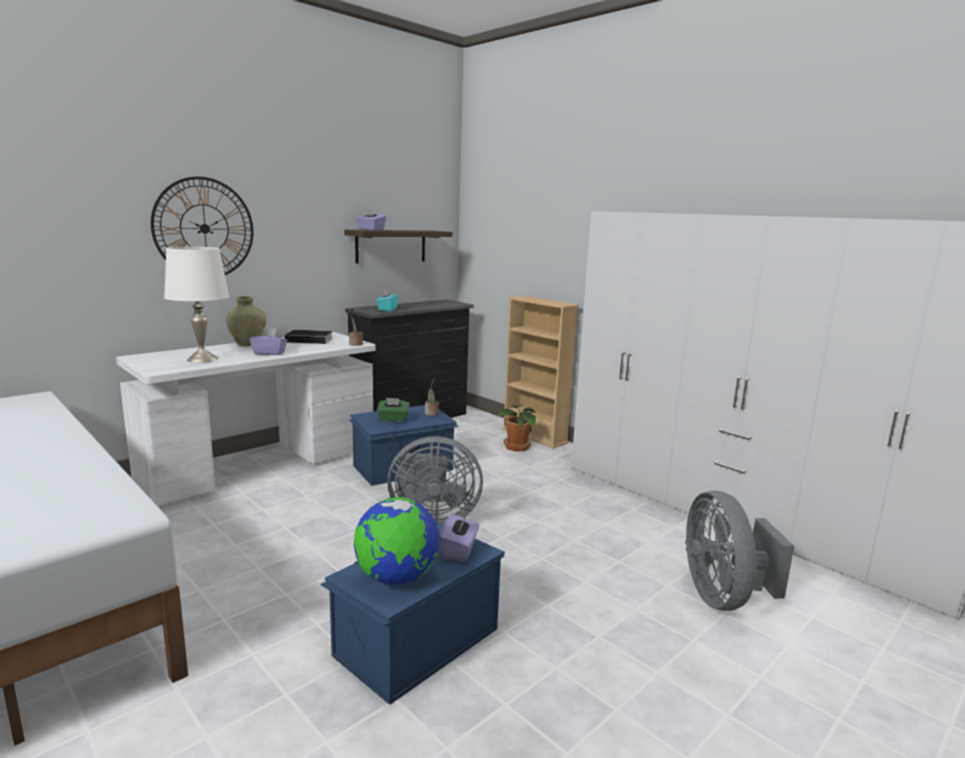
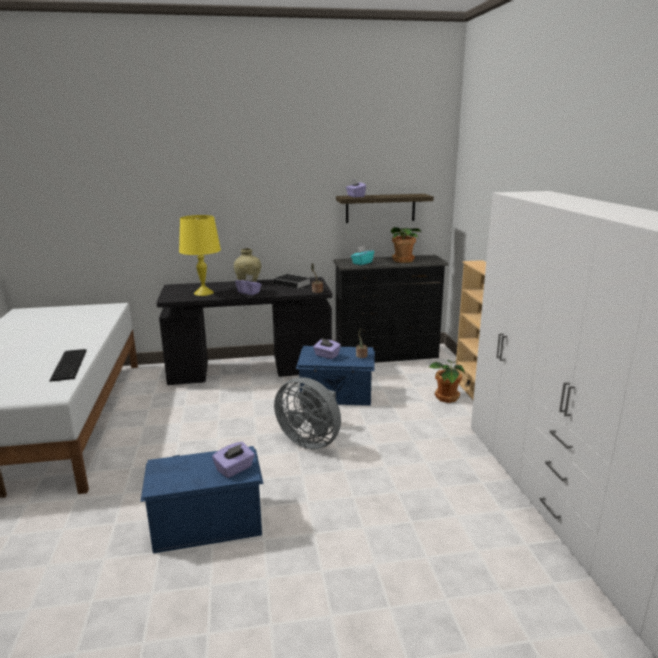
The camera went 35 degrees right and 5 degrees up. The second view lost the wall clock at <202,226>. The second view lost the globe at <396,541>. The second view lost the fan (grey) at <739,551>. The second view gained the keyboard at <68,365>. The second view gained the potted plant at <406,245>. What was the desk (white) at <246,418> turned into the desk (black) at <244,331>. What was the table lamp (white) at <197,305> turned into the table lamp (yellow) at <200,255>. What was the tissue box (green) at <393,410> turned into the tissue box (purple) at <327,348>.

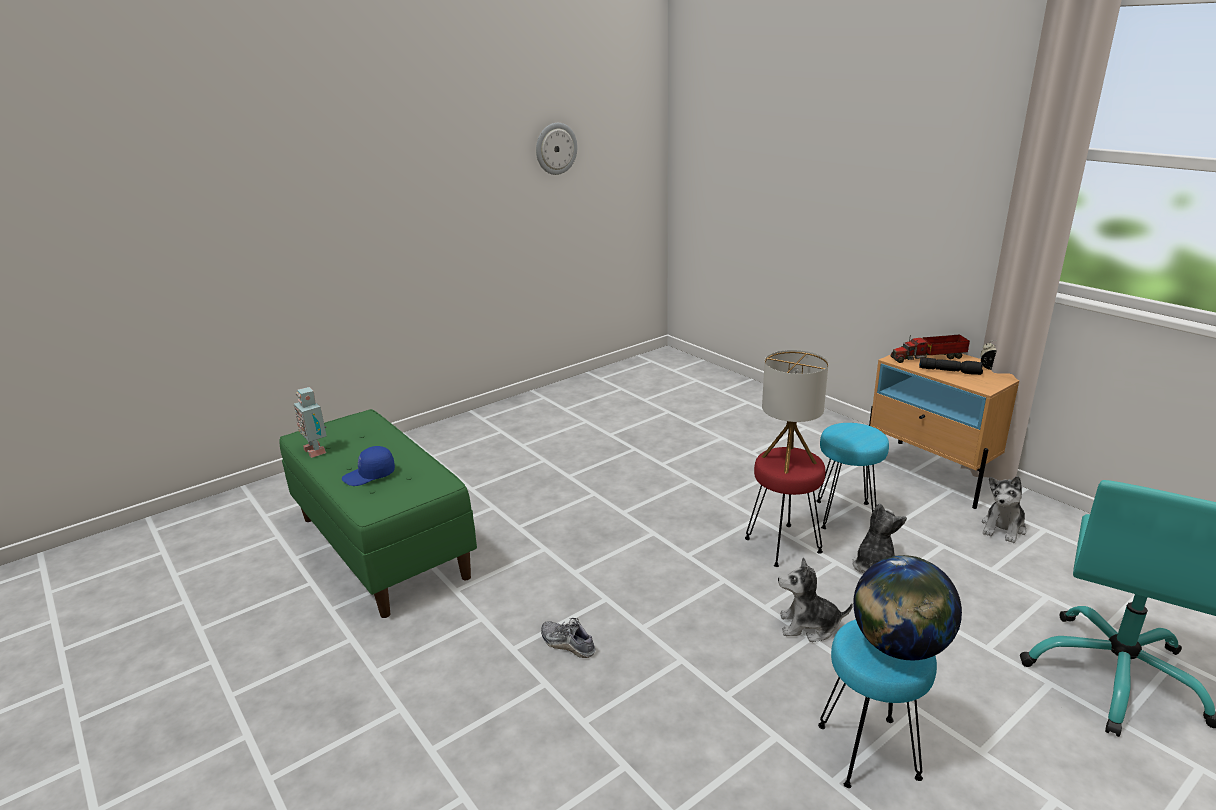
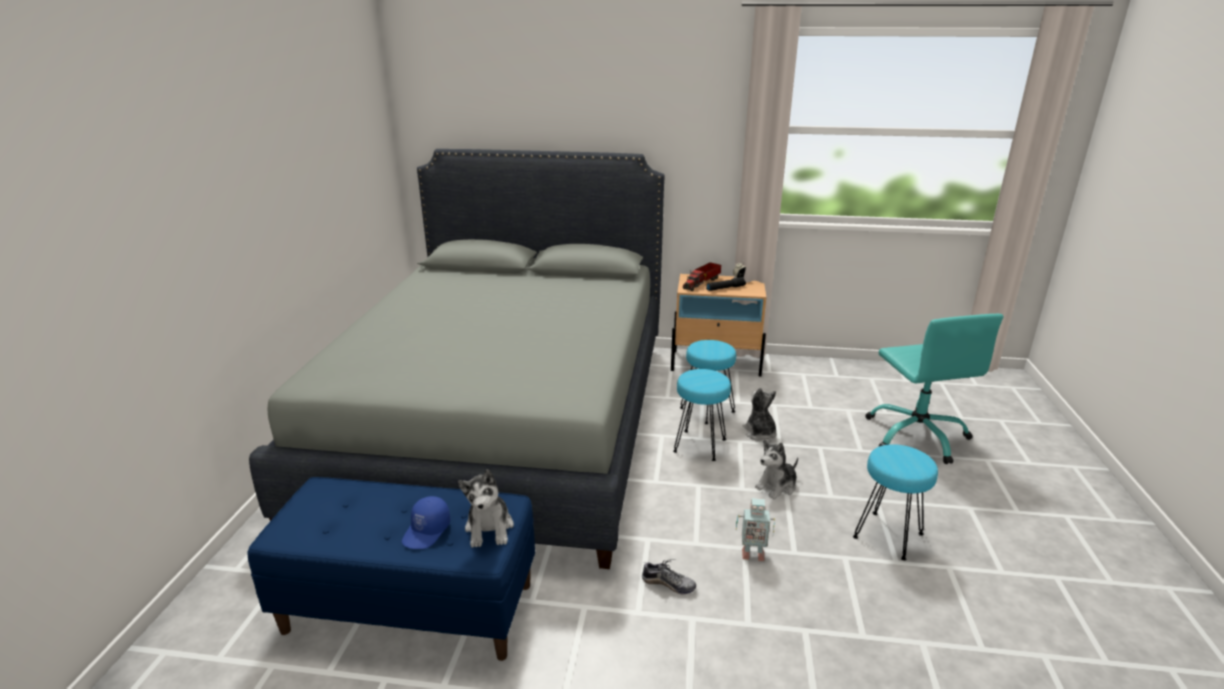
The camera went 45 degrees left and 0 degrees up. The second view lost the wall clock at <556,149>. The second view lost the table lamp at <795,412>. The second view lost the globe at <907,607>. The second view gained the bed (grey) at <456,359>. The toy robot ended up elsewhere, having gone from <310,422> to <755,529>. The plush toy ended up elsewhere, having gone from <1004,509> to <486,508>. What was the bench (green) at <378,513> turned into the bench (blue) at <391,569>. What was the stool (red) at <785,507> turned into the stool (turquoise) at <702,415>. The shoe at <568,638> ended up facing another way, 150 degrees counterclockwise from before.

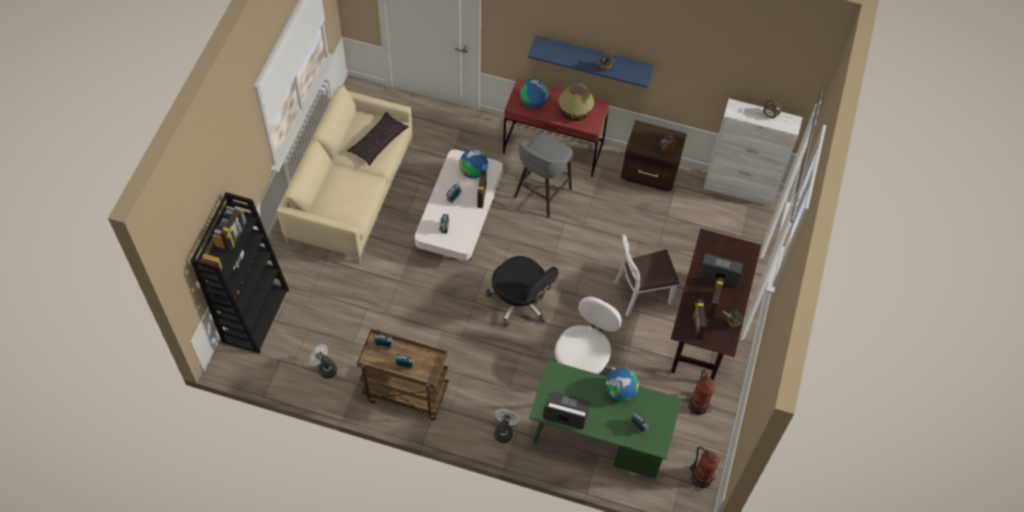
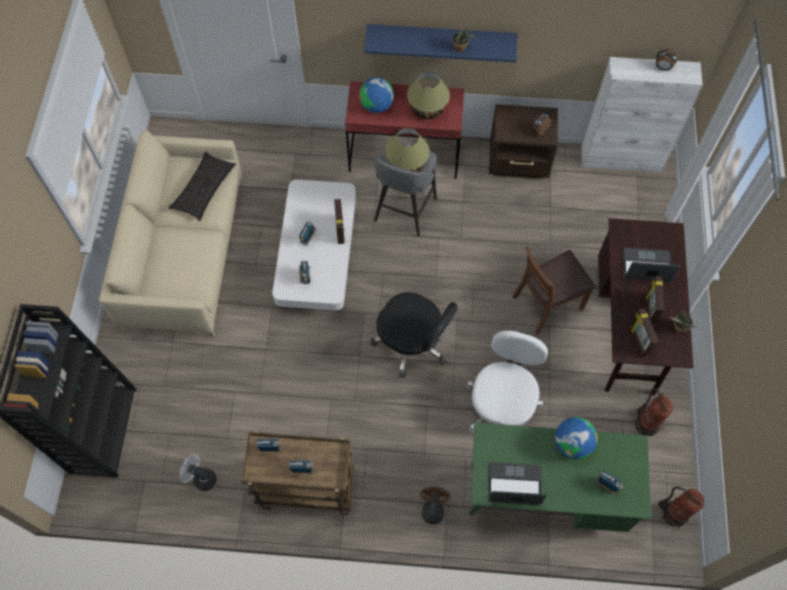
The camera went 10 degrees left and 5 degrees up. The second view lost the picture frame at <232,230>. The second view lost the globe at <473,164>. The second view gained the table lamp at <408,150>. What was the fan (white) at <506,426> turned into the fan (brown) at <435,505>. What was the chair (white) at <646,275> turned into the chair (brown) at <554,290>.

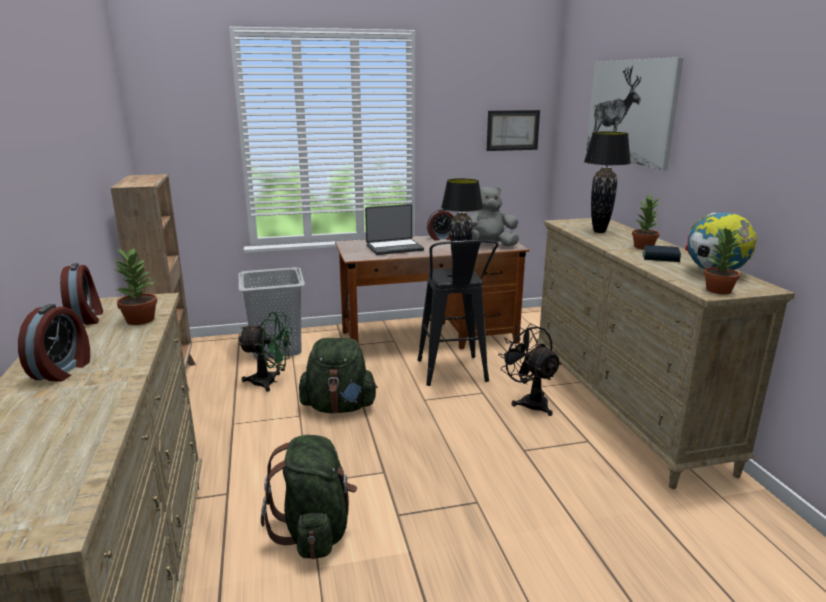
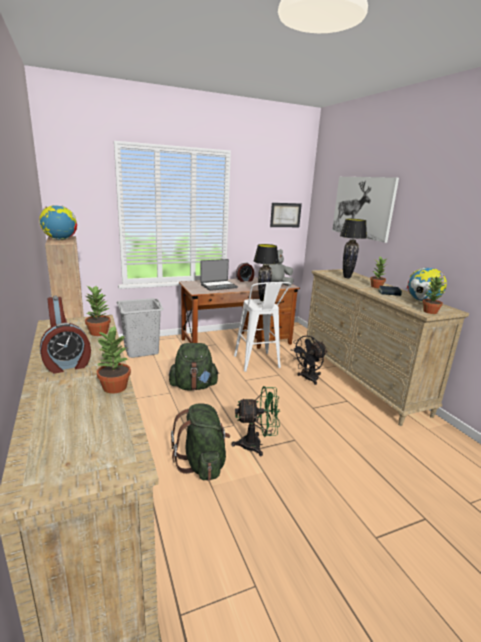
The camera went 10 degrees left and 0 degrees up. The second view gained the globe at <58,222>. The second view gained the potted plant at <114,359>. The fan (green) ended up elsewhere, having gone from <265,352> to <255,421>. What was the stool (black) at <458,313> turned into the stool (white) at <262,327>. The alarm clock at <54,343> ended up facing another way, 60 degrees clockwise from before. The fan (black) at <530,370> ended up facing another way, 90 degrees counterclockwise from before.

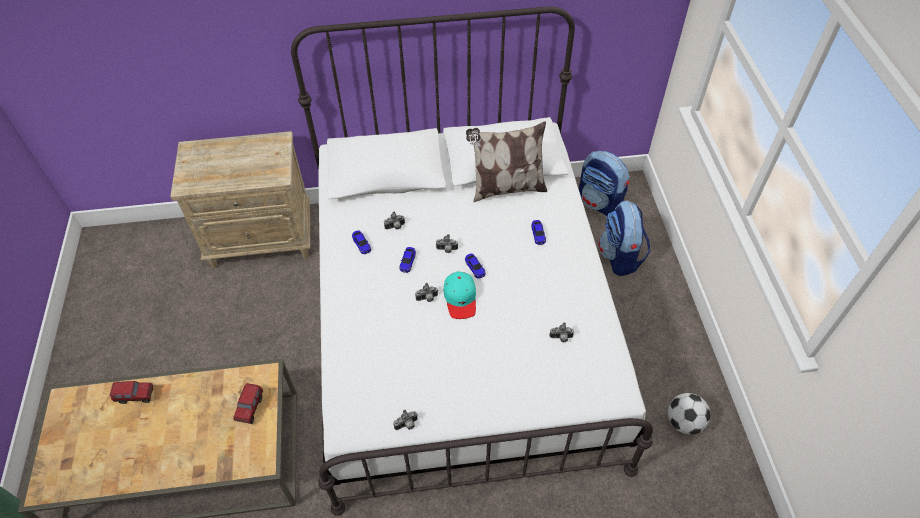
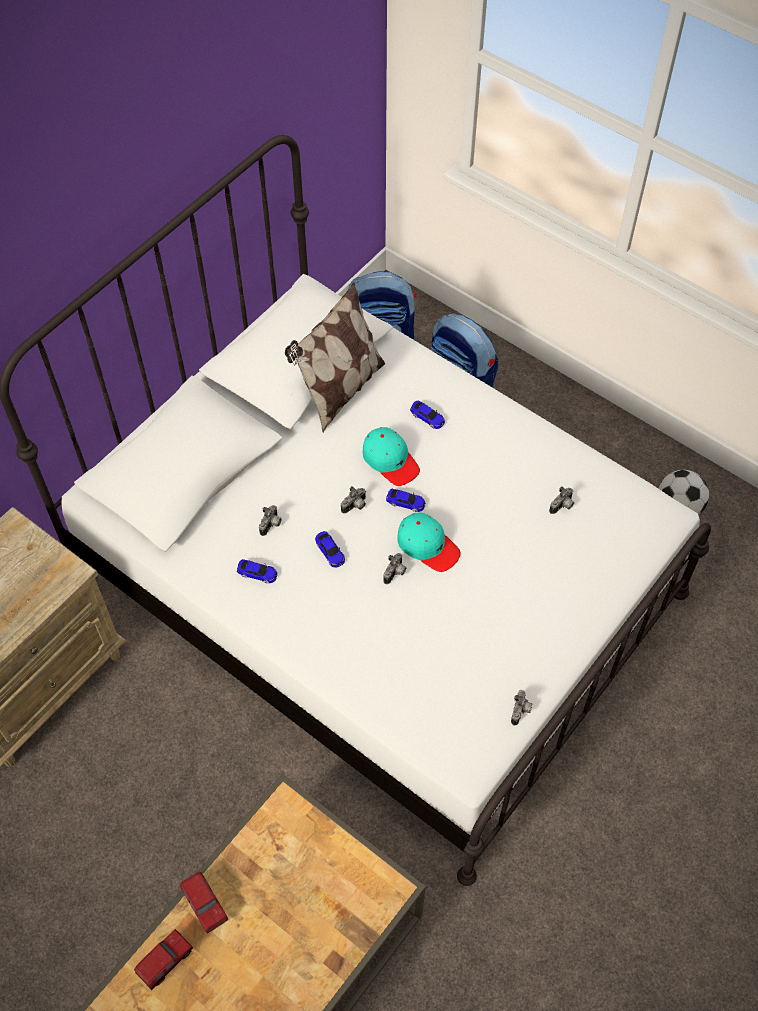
The camera went 45 degrees left and 5 degrees up. The second view gained the cap (turquoise) at <391,456>. The toy truck ended up elsewhere, having gone from <248,403> to <204,903>.

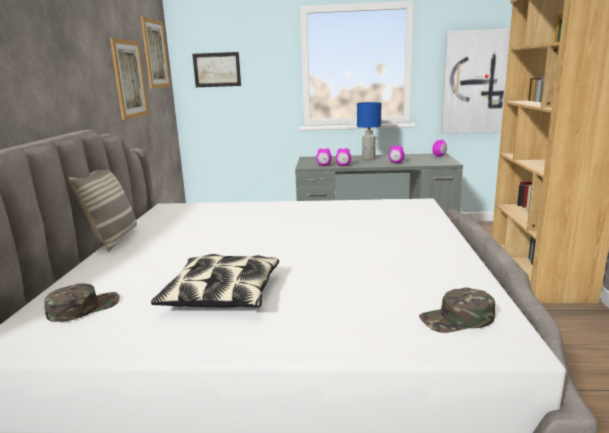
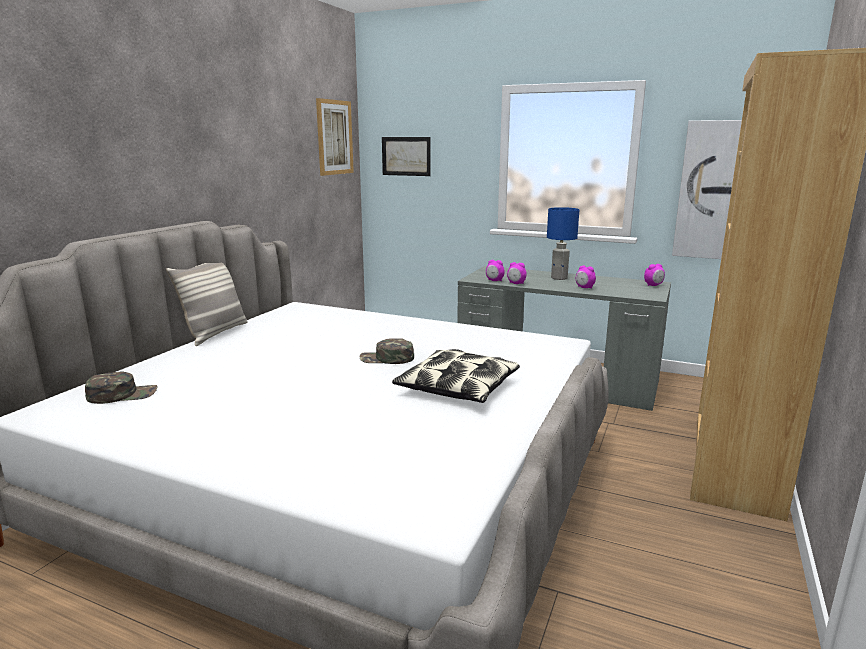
The camera went 20 degrees right and 0 degrees up. The second view lost the picture at <129,79>. The pillow ended up elsewhere, having gone from <215,281> to <456,376>. The cap (green) ended up elsewhere, having gone from <457,310> to <387,351>.

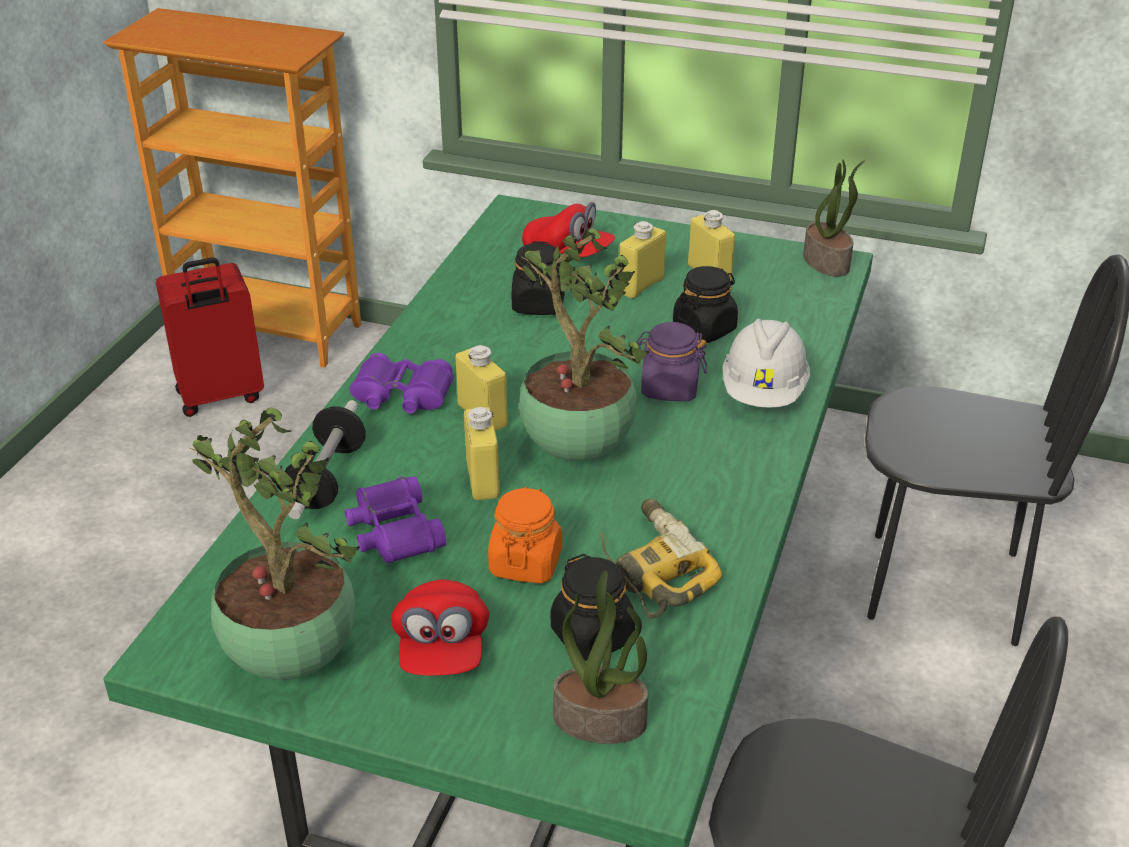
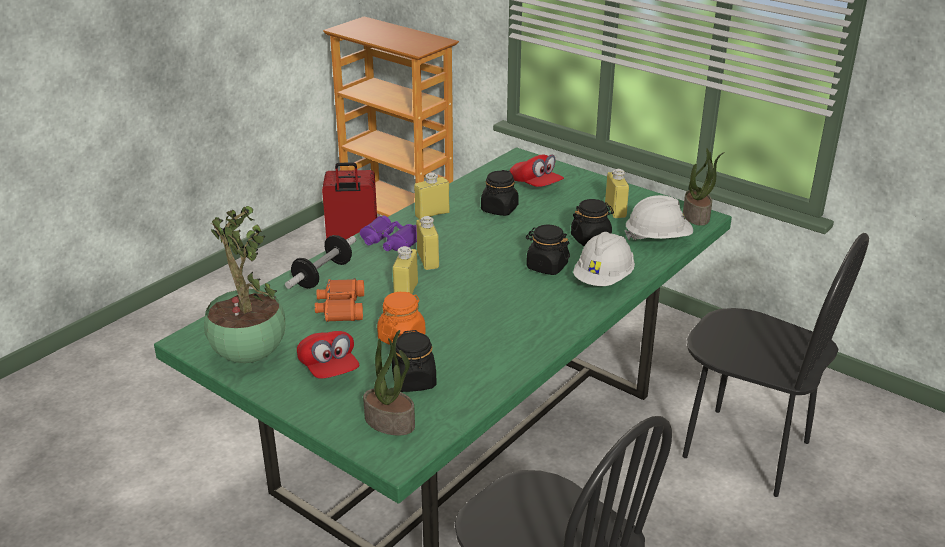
The camera went 20 degrees right and 5 degrees down. The second view lost the potted plant at <584,344>. The second view lost the power drill at <661,558>. The second view gained the hard hat (white) at <658,217>. The bottle (yellow) ended up elsewhere, having gone from <642,260> to <432,195>. What was the binoculars (purple) at <395,520> turned into the binoculars (orange) at <339,300>. What was the jar (purple) at <671,361> turned into the jar (black) at <548,249>. The cap (red) at <440,627> ended up facing another way, 45 degrees counterclockwise from before.

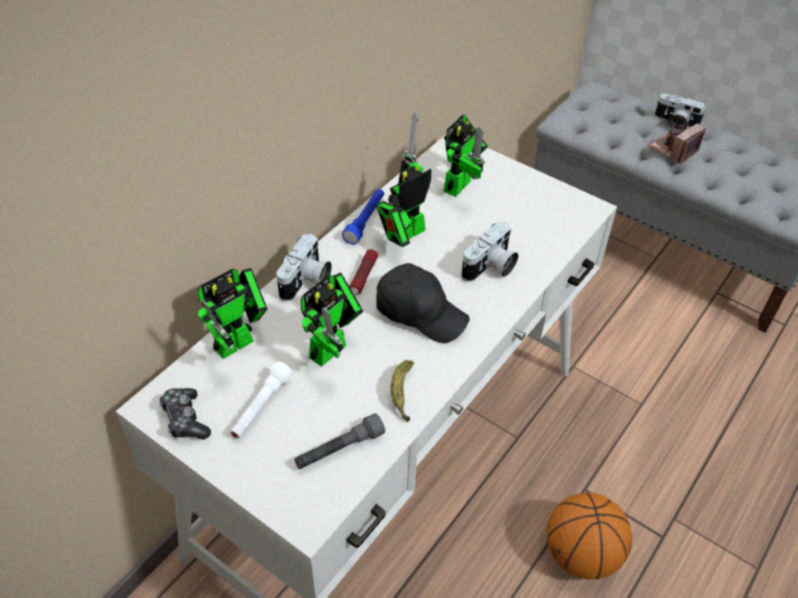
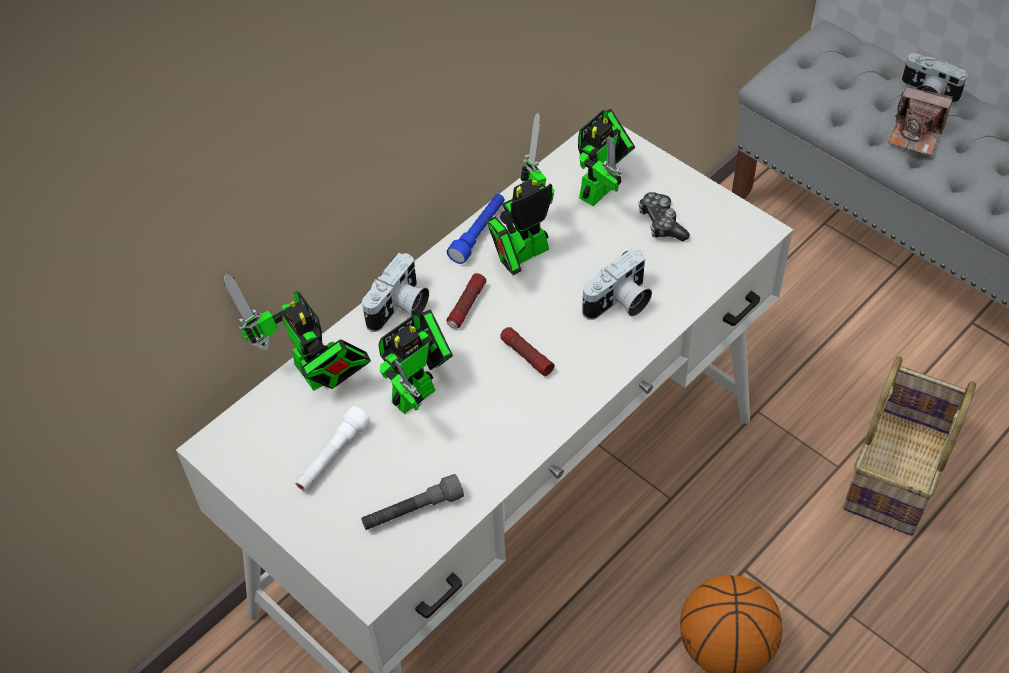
The camera went 10 degrees right and 5 degrees up. The second view lost the banana at <402,391>. The second view gained the basket at <909,445>. The game controller ended up elsewhere, having gone from <184,414> to <664,216>. Where the cap (black) stood at <423,303>, the flashlight came to stand at <527,351>. The toy robot at <232,313> ended up facing another way, 90 degrees clockwise from before. The photo camera at <677,143> ended up facing another way, 120 degrees counterclockwise from before.

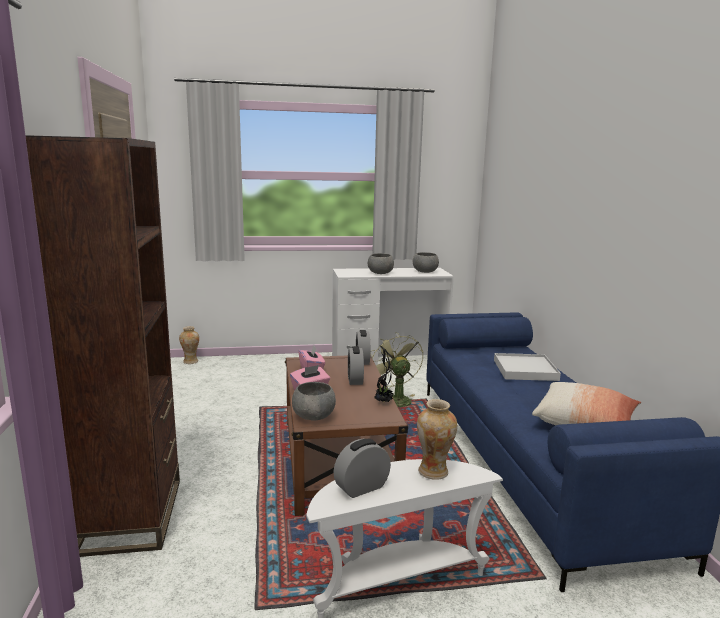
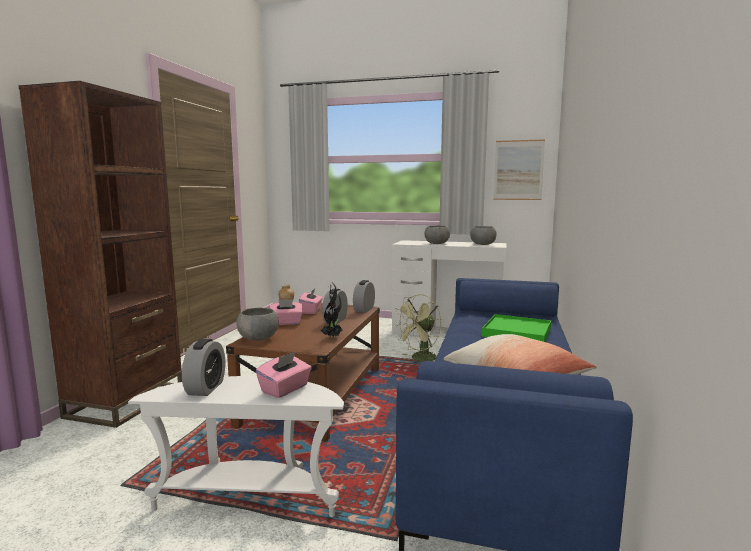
The camera went 25 degrees right and 5 degrees down. The second view gained the picture at <519,169>. Where the vase stood at <437,439>, the tissue box (pink) came to stand at <284,375>. What was the tray (white) at <527,367> turned into the tray (green) at <516,328>. The alarm clock at <362,468> ended up facing another way, 105 degrees clockwise from before. The fan (green) at <396,371> ended up facing another way, 135 degrees counterclockwise from before.

